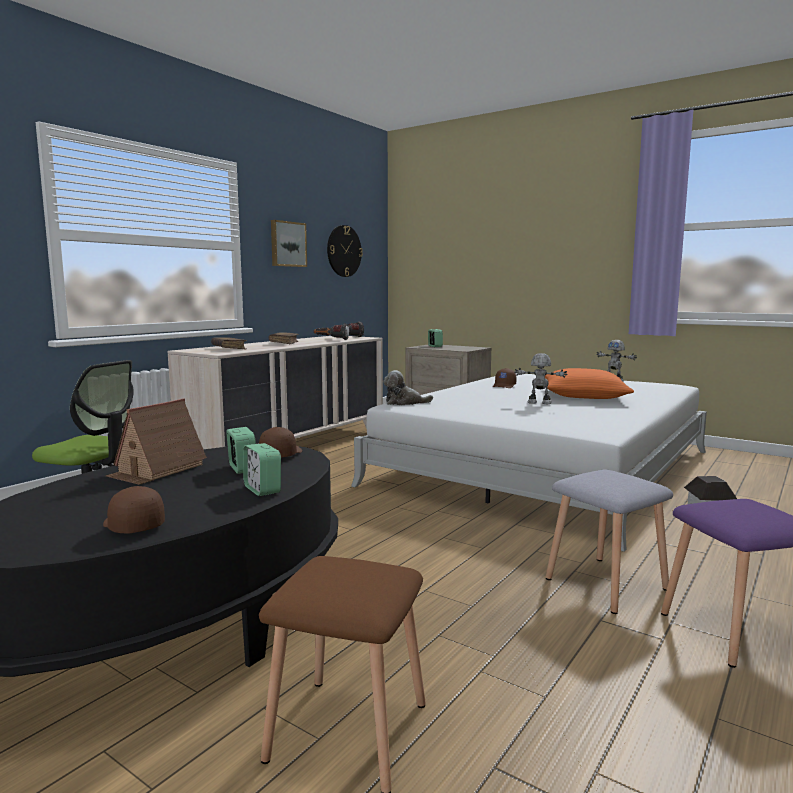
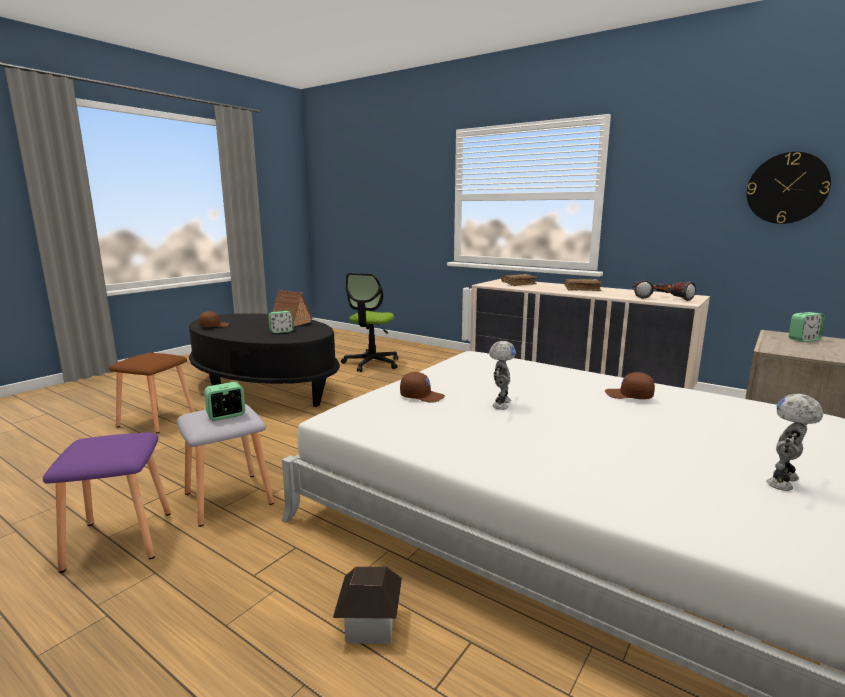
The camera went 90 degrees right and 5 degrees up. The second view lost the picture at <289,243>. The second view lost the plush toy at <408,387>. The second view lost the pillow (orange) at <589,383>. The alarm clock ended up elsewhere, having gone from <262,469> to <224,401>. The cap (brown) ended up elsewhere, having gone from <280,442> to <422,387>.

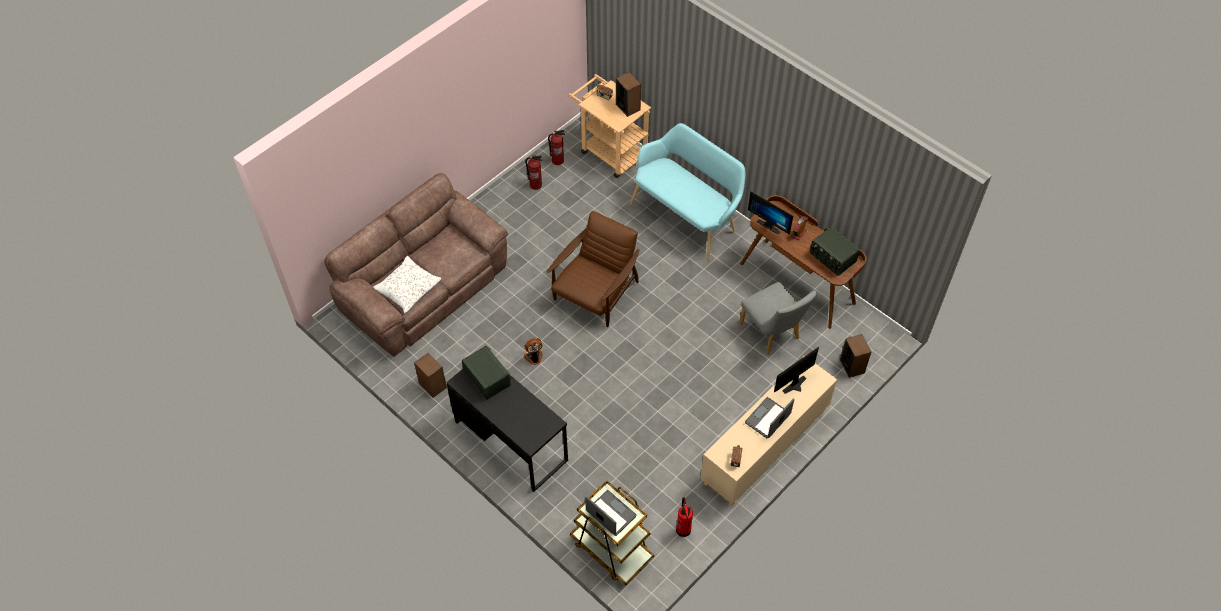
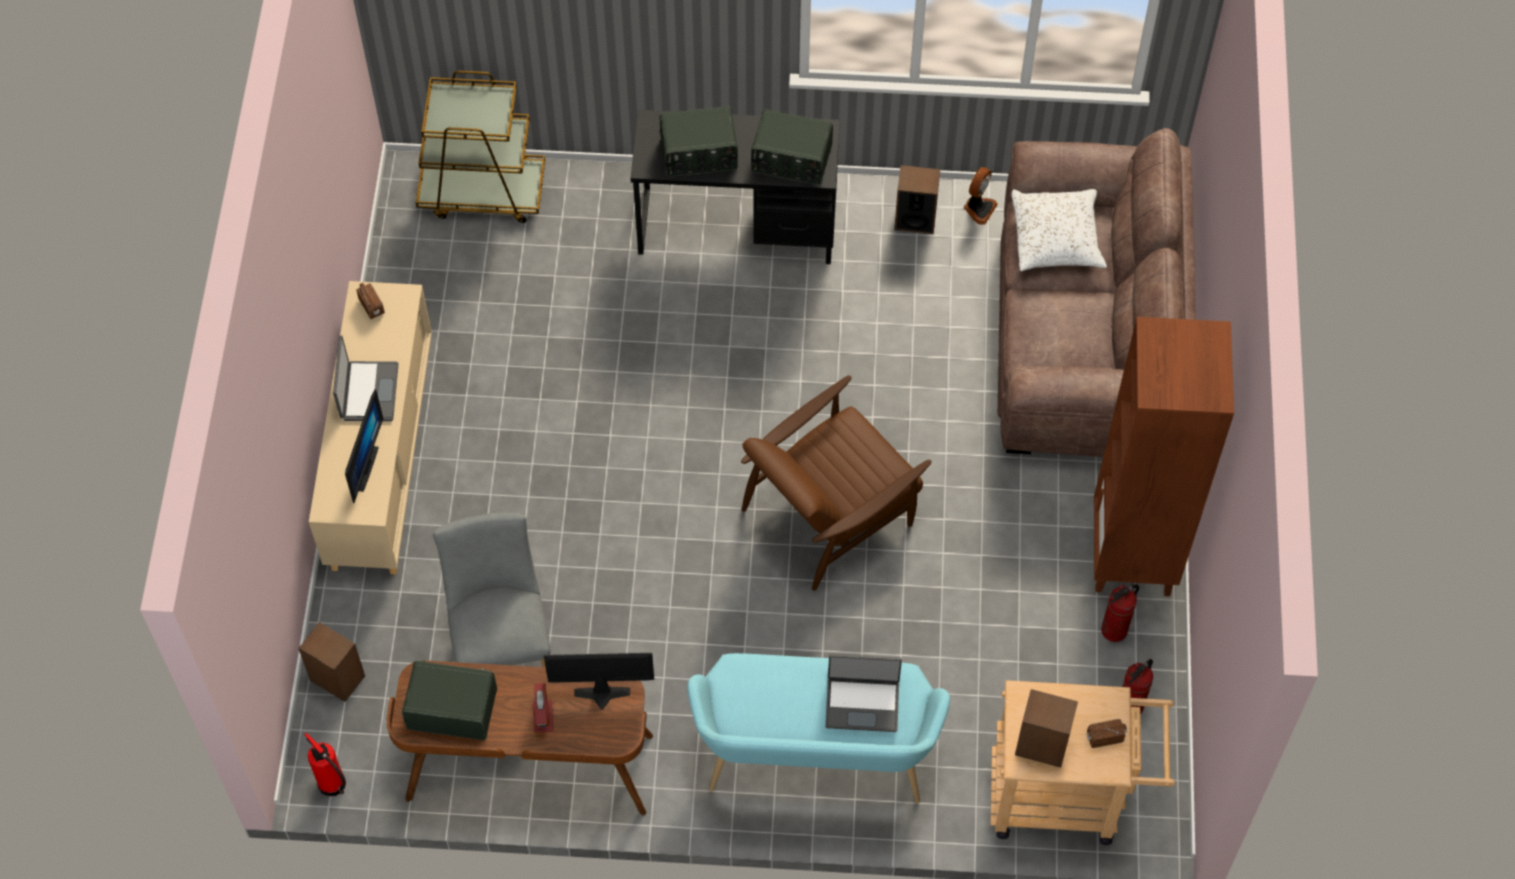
The camera went 140 degrees right and 5 degrees up. The second view gained the radio at <699,141>. The second view gained the bookcase (brown) at <1164,456>. The fan ended up elsewhere, having gone from <533,351> to <981,196>. The laptop ended up elsewhere, having gone from <611,513> to <863,693>. The fire extinguisher ended up elsewhere, having gone from <684,517> to <325,764>. The armchair (brown) at <593,269> ended up facing another way, 60 degrees clockwise from before. The chair (grey) at <778,318> ended up facing another way, 60 degrees clockwise from before.

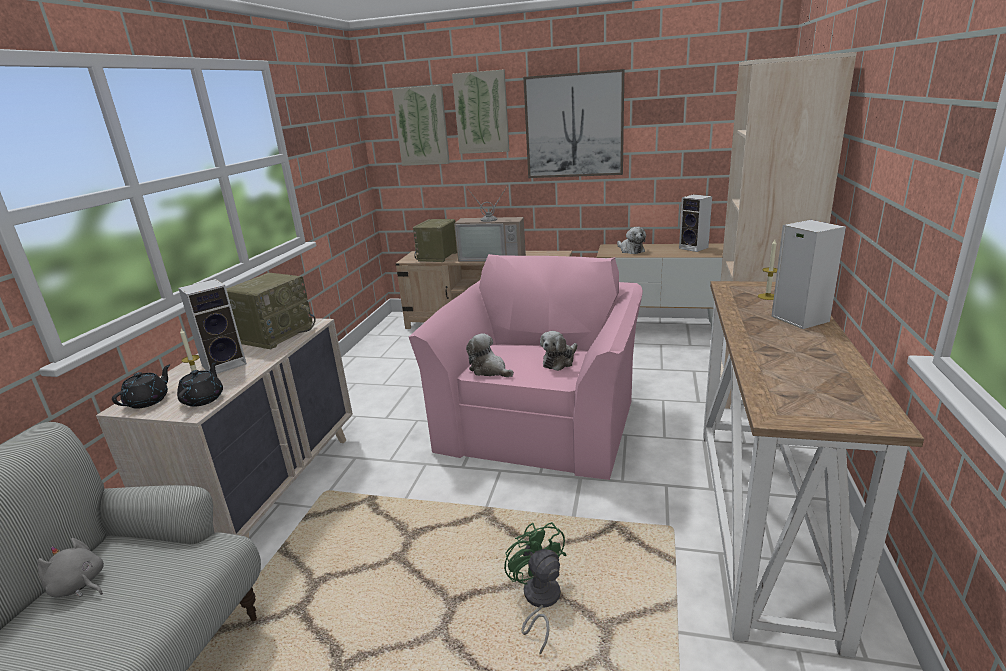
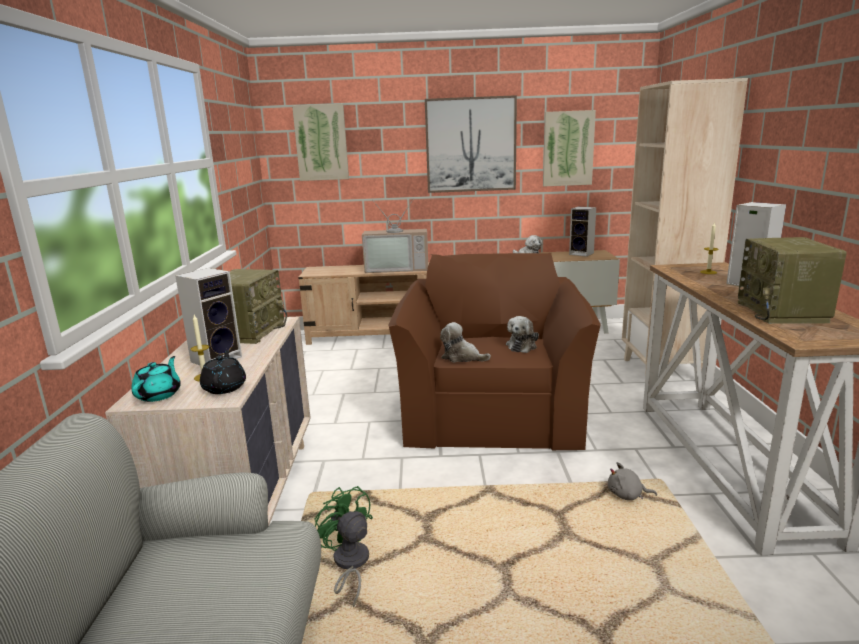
The camera went 15 degrees left and 5 degrees down. The plush toy (grey) ended up elsewhere, having gone from <71,567> to <632,481>. The radio ended up elsewhere, having gone from <435,240> to <792,280>. The picture ended up elsewhere, having gone from <481,111> to <569,148>. The fan (green) ended up elsewhere, having gone from <535,588> to <343,546>. What was the teapot (black) at <141,386> turned into the teapot (turquoise) at <156,379>. What was the armchair (pink) at <526,367> turned into the armchair (brown) at <495,351>.

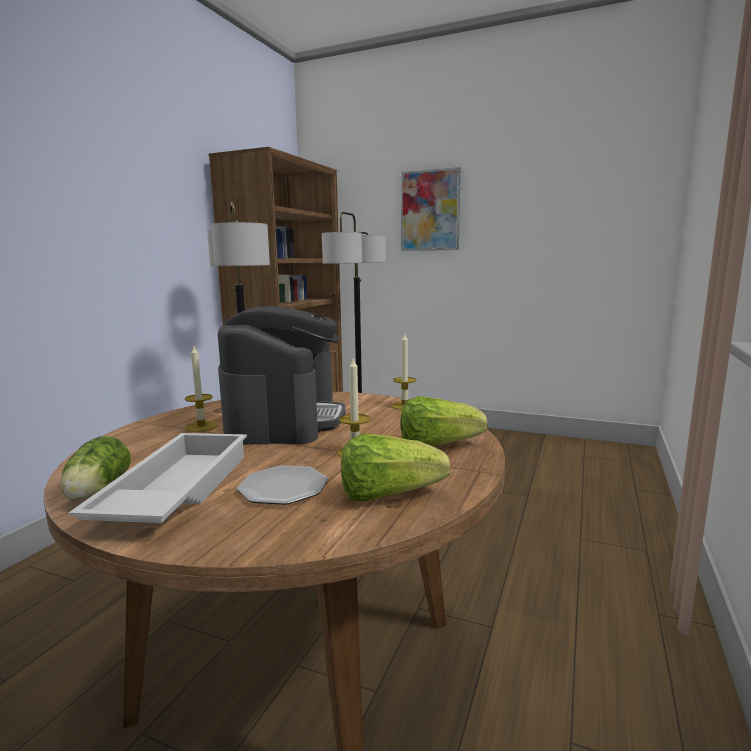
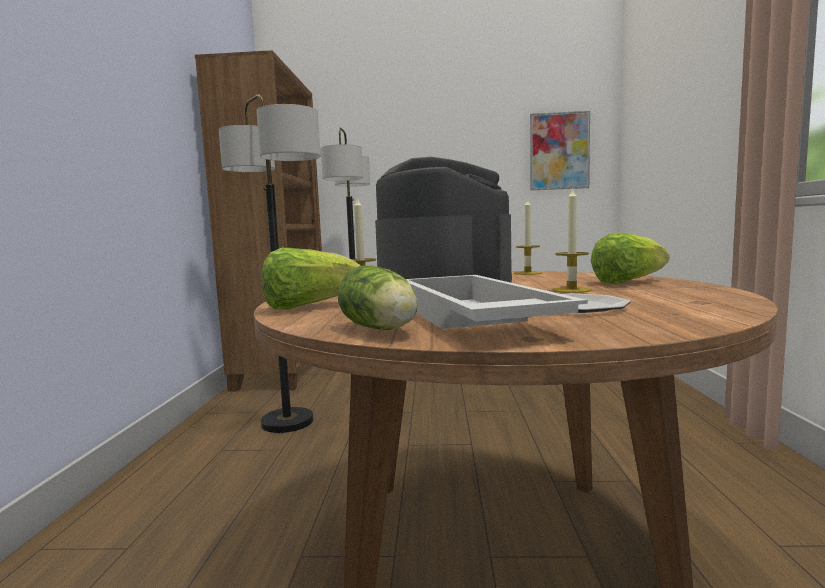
The camera went 20 degrees left and 5 degrees down. The lettuce ended up elsewhere, having gone from <395,468> to <311,279>. The picture ended up elsewhere, having gone from <431,209> to <560,150>.

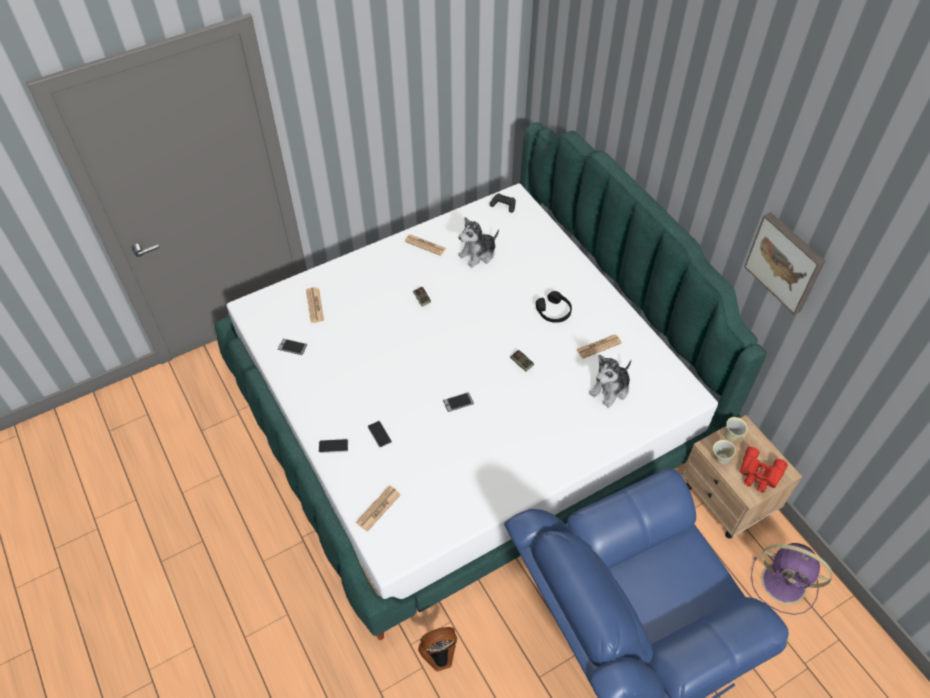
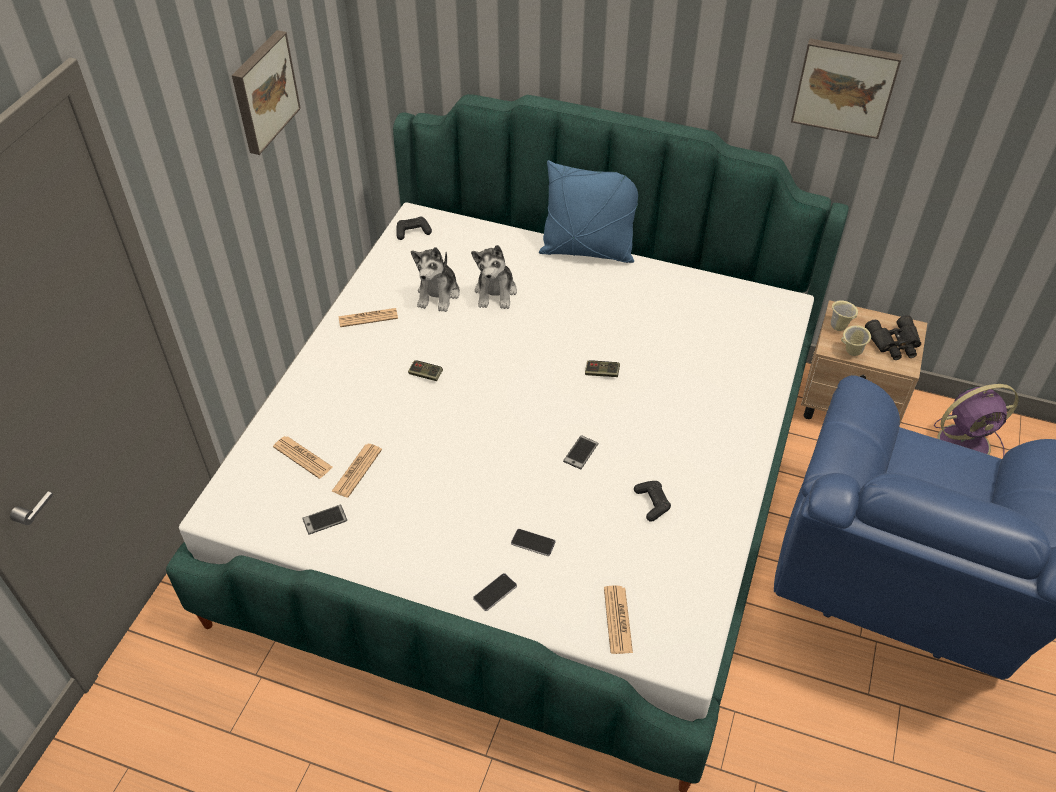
The camera went 40 degrees left and 5 degrees down. The second view lost the fan at <437,649>. The second view lost the headphones (black) at <554,307>. The second view gained the picture at <266,92>. The second view gained the pillow (blue) at <588,211>. The second view gained the game controller (black) at <652,501>. The newspaper ended up elsewhere, having gone from <599,346> to <356,471>. The plush toy ended up elsewhere, having gone from <610,381> to <494,277>. What was the binoculars (red) at <764,469> turned into the binoculars (black) at <893,337>.

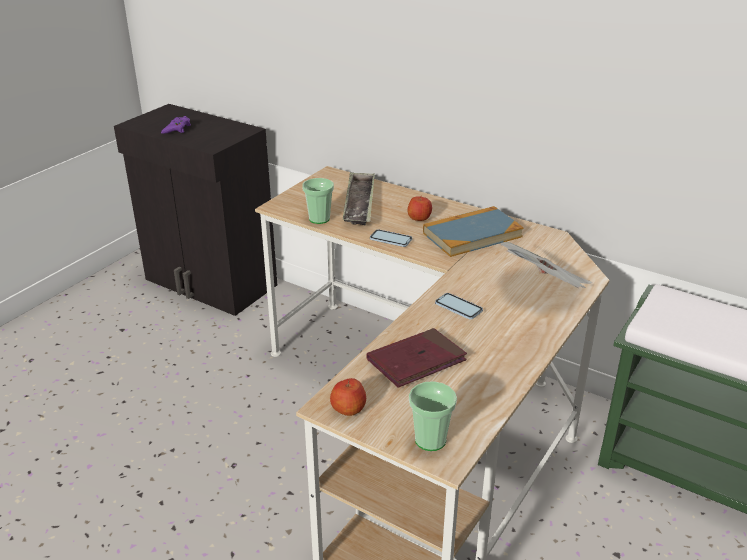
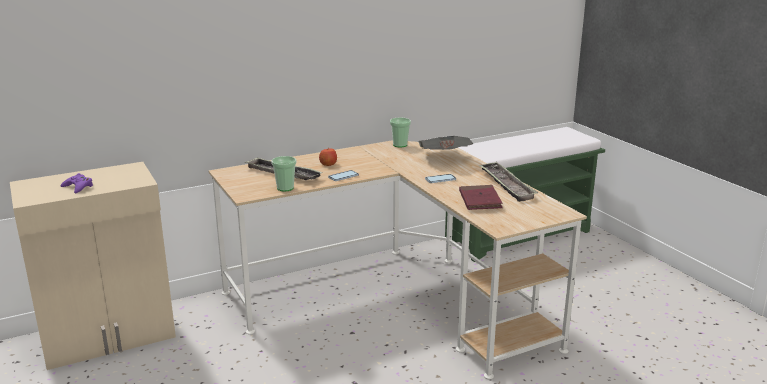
The camera went 60 degrees left and 10 degrees down. The second view lost the apple at <348,397>. The second view lost the book at <473,231>. The second view gained the tray at <508,182>. The cup ended up elsewhere, having gone from <433,416> to <400,132>. What was the cabinet (black) at <195,210> turned into the cabinet (beige) at <93,266>.

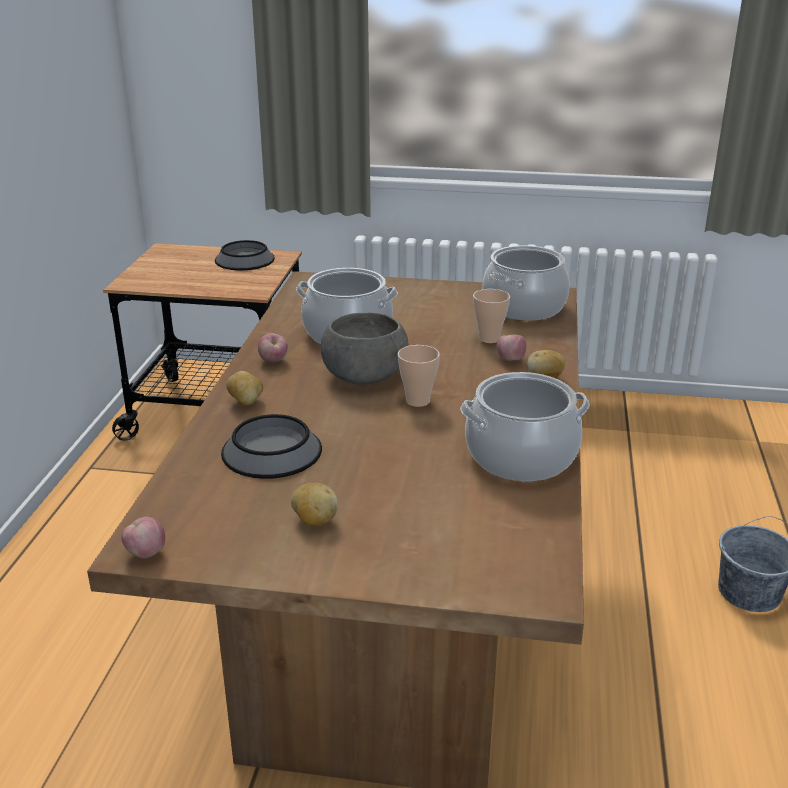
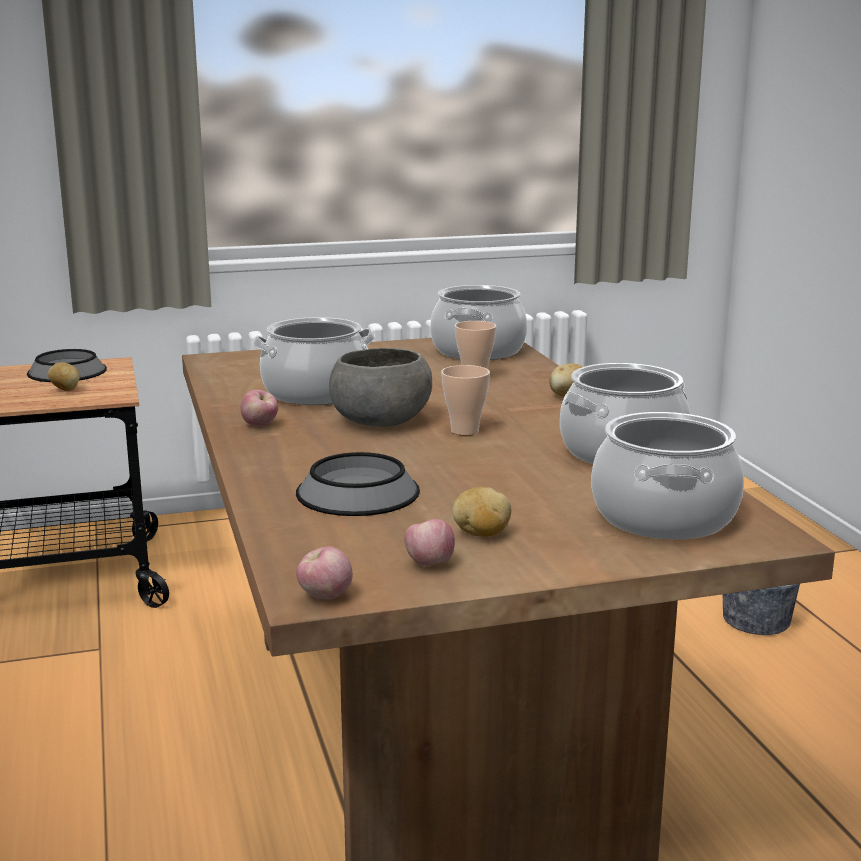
The camera went 25 degrees left and 10 degrees down. The second view gained the cooking pot at <667,475>. The potato ended up elsewhere, having gone from <244,388> to <64,376>. The apple ended up elsewhere, having gone from <511,347> to <429,542>.

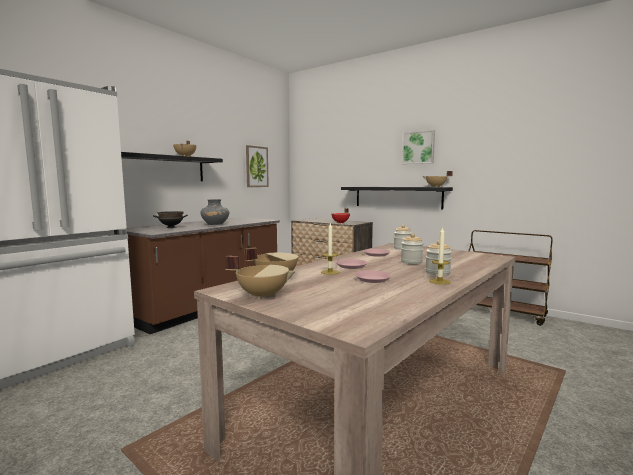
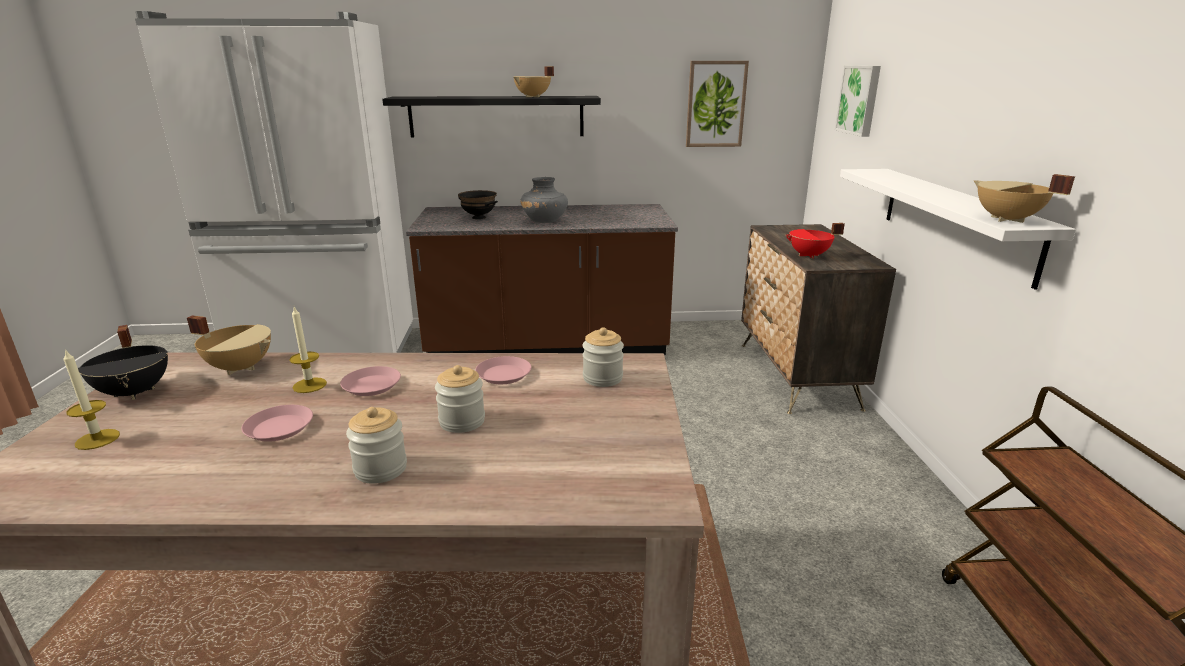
The camera went 50 degrees right and 15 degrees up. The picture ended up elsewhere, having gone from <418,147> to <858,101>. The candle ended up elsewhere, having gone from <440,256> to <91,399>. What was the cooking pot (beige) at <260,278> turned into the cooking pot (black) at <123,362>. What was the shelf (black) at <397,198> turned into the shelf (white) at <958,229>.

